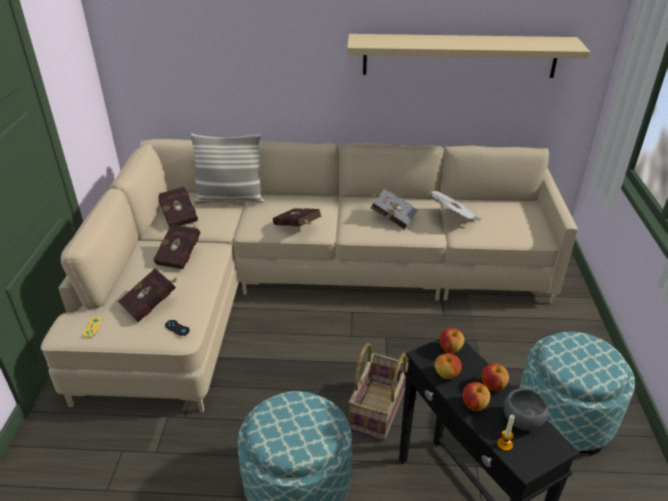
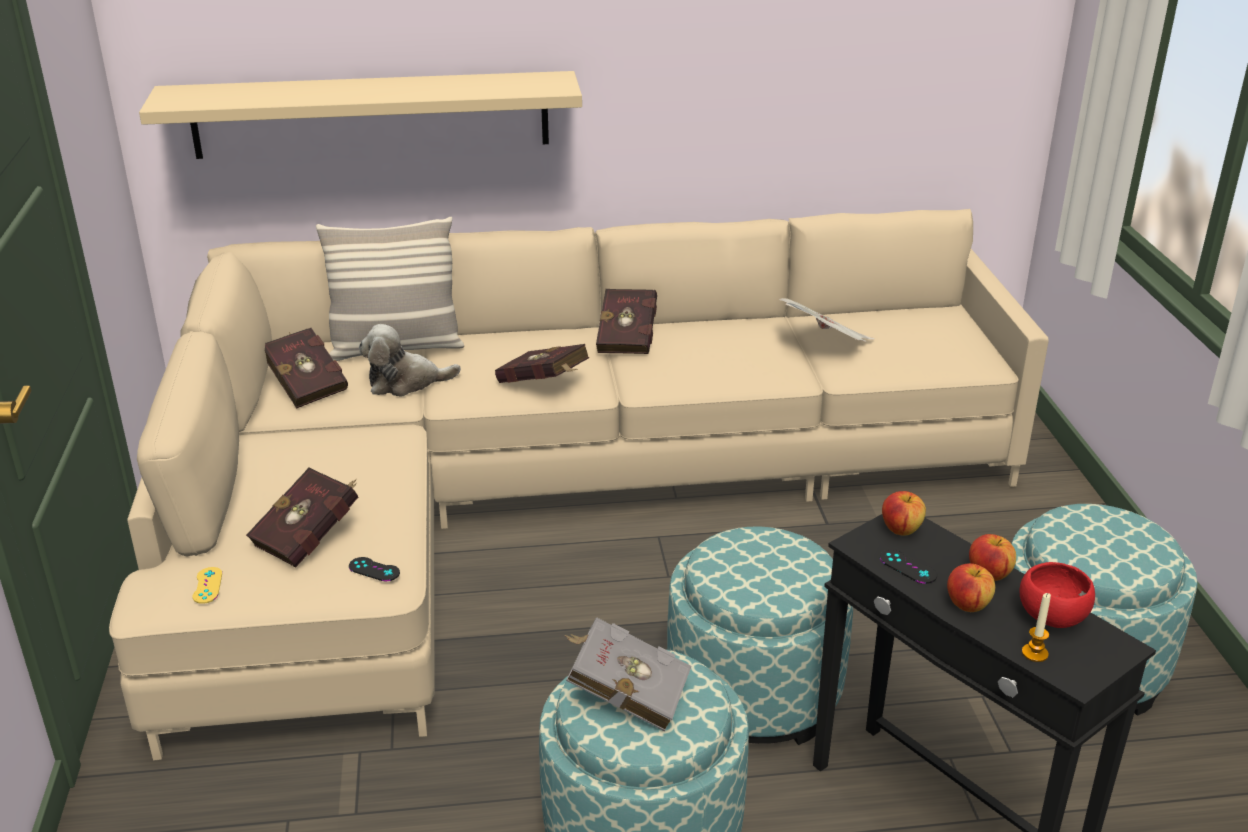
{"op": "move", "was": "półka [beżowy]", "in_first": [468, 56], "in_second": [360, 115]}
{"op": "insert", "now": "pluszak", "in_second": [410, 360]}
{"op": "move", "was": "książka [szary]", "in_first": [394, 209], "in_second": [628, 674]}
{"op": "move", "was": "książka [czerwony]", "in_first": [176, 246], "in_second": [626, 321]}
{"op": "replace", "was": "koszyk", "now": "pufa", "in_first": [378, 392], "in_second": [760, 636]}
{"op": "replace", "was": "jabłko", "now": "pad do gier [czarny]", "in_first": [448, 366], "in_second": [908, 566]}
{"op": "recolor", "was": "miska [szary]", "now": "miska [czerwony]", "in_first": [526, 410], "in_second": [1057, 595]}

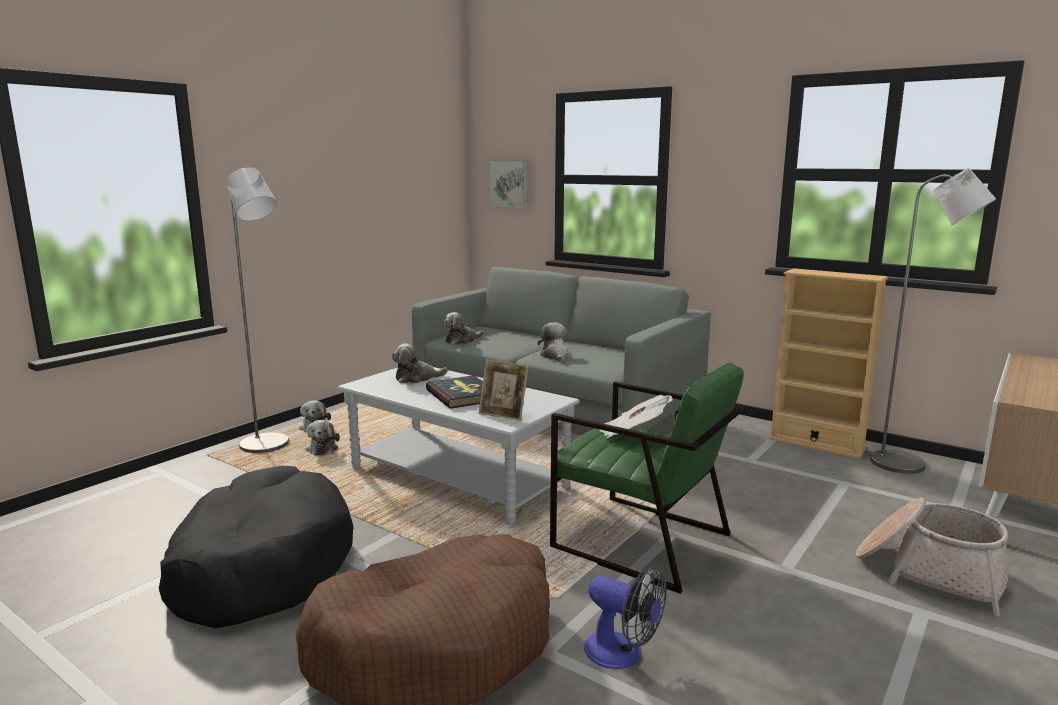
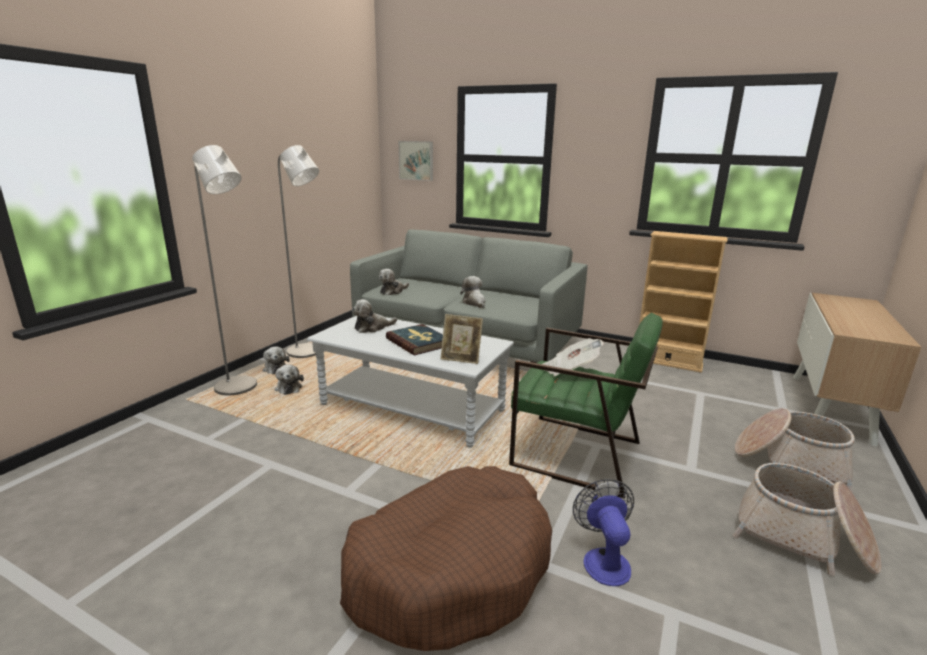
{"op": "move", "was": "lampa stojąca [szary]", "in_first": [933, 321], "in_second": [298, 251]}
{"op": "rotate", "was": "wentylator", "in_first": [625, 618], "in_second": [603, 532], "clockwise": -120}
{"op": "insert", "now": "koszyk", "in_second": [807, 519]}
{"op": "delete", "was": "legowisko [czarny]", "in_first": [256, 547]}

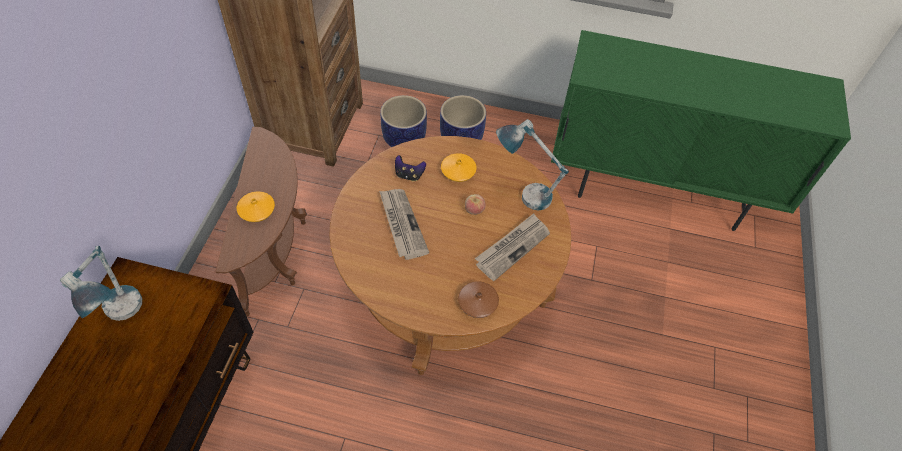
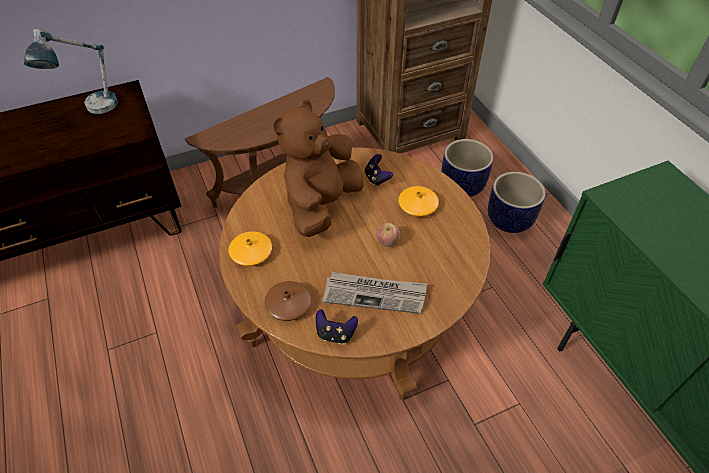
{"op": "move", "was": "wazon [pomarańczowy]", "in_first": [256, 206], "in_second": [250, 248]}
{"op": "replace", "was": "gazeta", "now": "pluszak [brązowy]", "in_first": [404, 224], "in_second": [319, 168]}
{"op": "insert", "now": "pad do gier", "in_second": [337, 326]}
{"op": "delete", "was": "lampa stołowa", "in_first": [532, 165]}

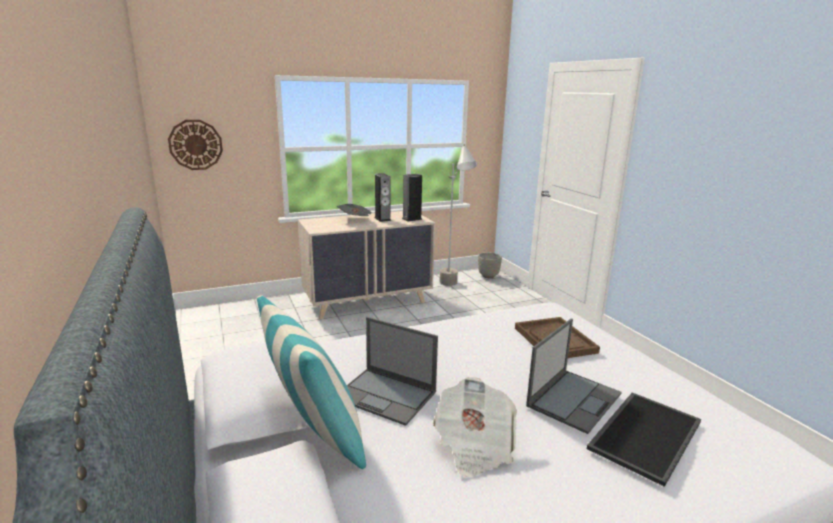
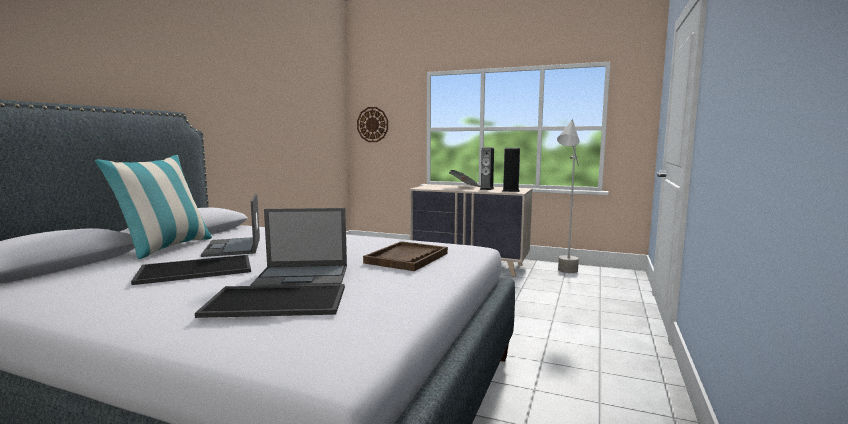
{"op": "replace", "was": "gazeta", "now": "taca", "in_first": [475, 427], "in_second": [191, 270]}
{"op": "delete", "was": "donica [szary]", "in_first": [490, 265]}

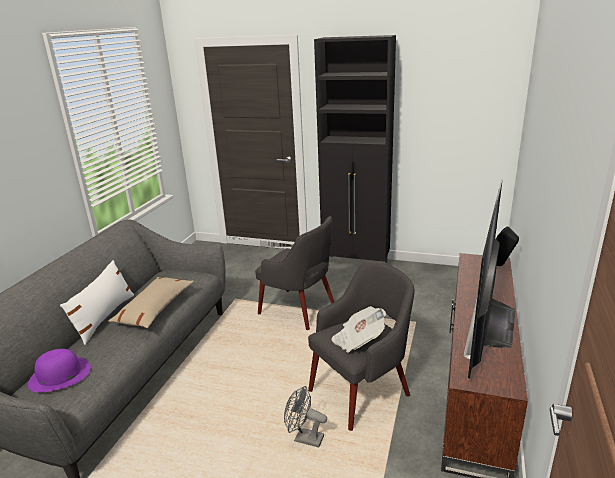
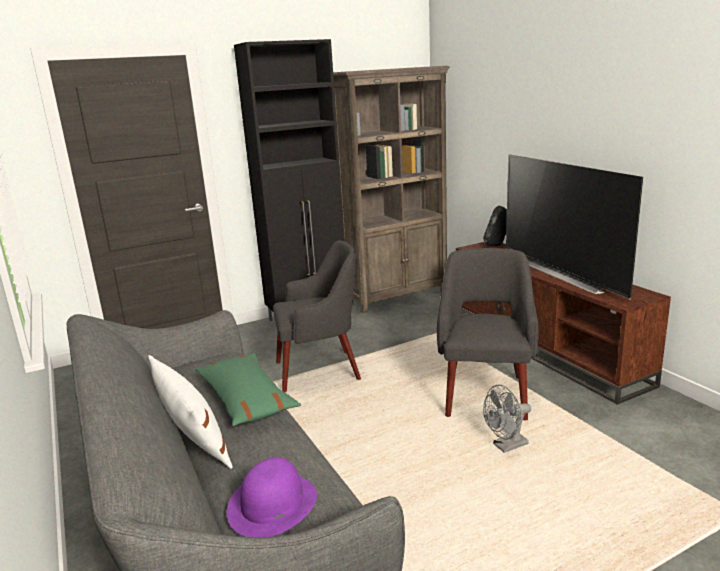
{"op": "recolor", "was": "poduszka [beżowy]", "now": "poduszka [zielony]", "in_first": [151, 302], "in_second": [248, 389]}
{"op": "insert", "now": "regał [brązowy]", "in_second": [391, 189]}
{"op": "delete", "was": "gazeta", "in_first": [359, 329]}

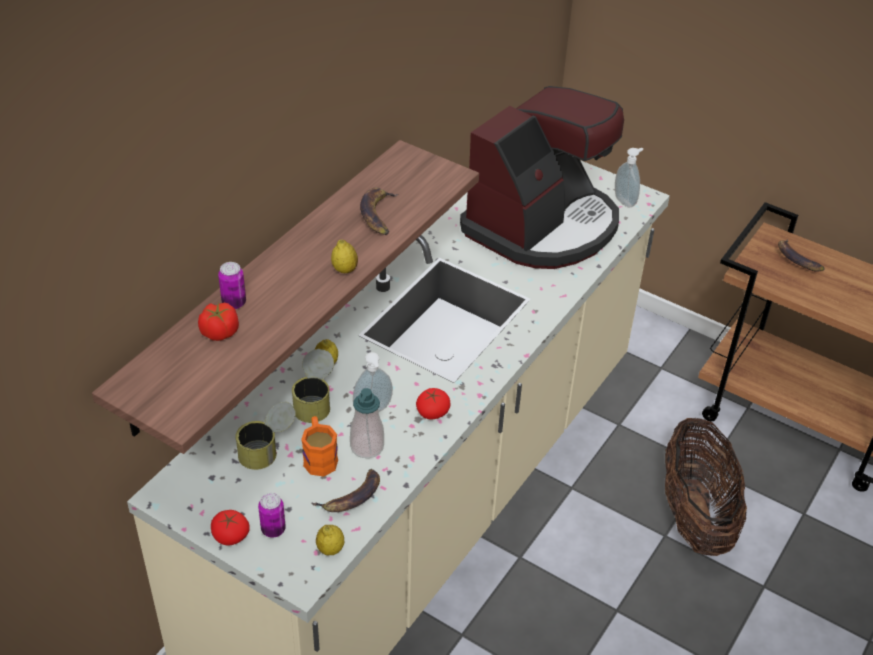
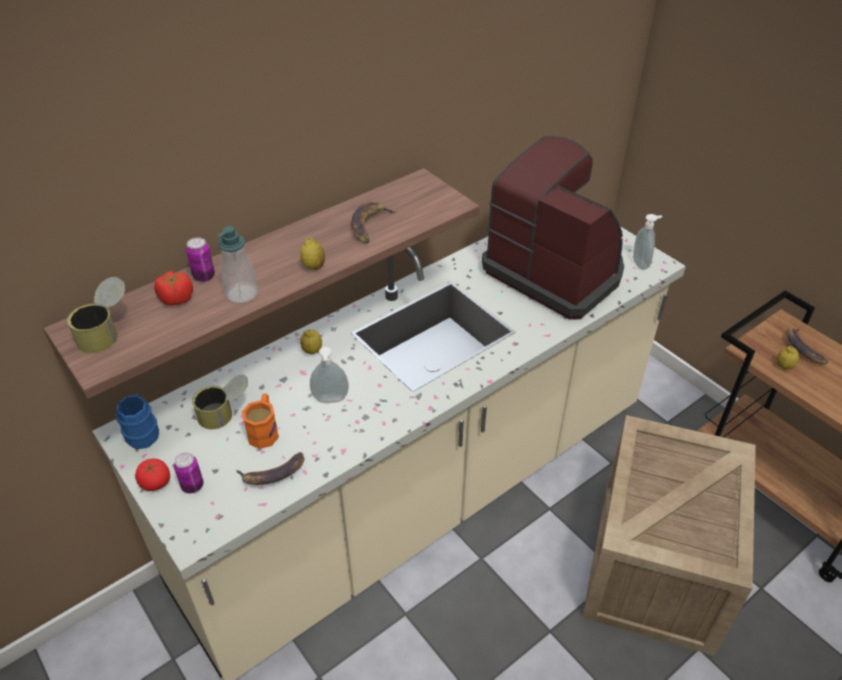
{"op": "move", "was": "puszka", "in_first": [313, 386], "in_second": [96, 315]}
{"op": "insert", "now": "kubek [niebieski]", "in_second": [137, 421]}
{"op": "move", "was": "dozownik mydła", "in_first": [367, 423], "in_second": [237, 264]}
{"op": "rotate", "was": "ekspres do kawy", "in_first": [542, 177], "in_second": [553, 228], "clockwise": -105}
{"op": "replace", "was": "koszyk", "now": "skrzynka", "in_first": [706, 487], "in_second": [669, 535]}
{"op": "move", "was": "cytryna", "in_first": [330, 540], "in_second": [788, 357]}
{"op": "delete", "was": "pomidor", "in_first": [433, 404]}

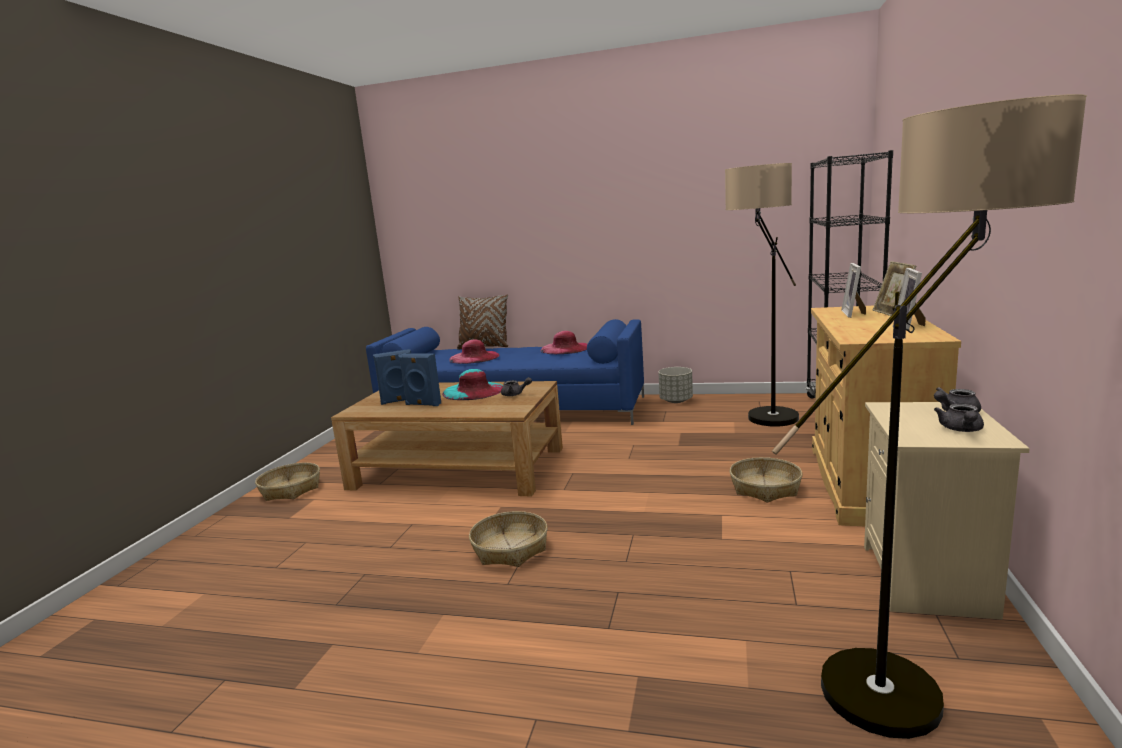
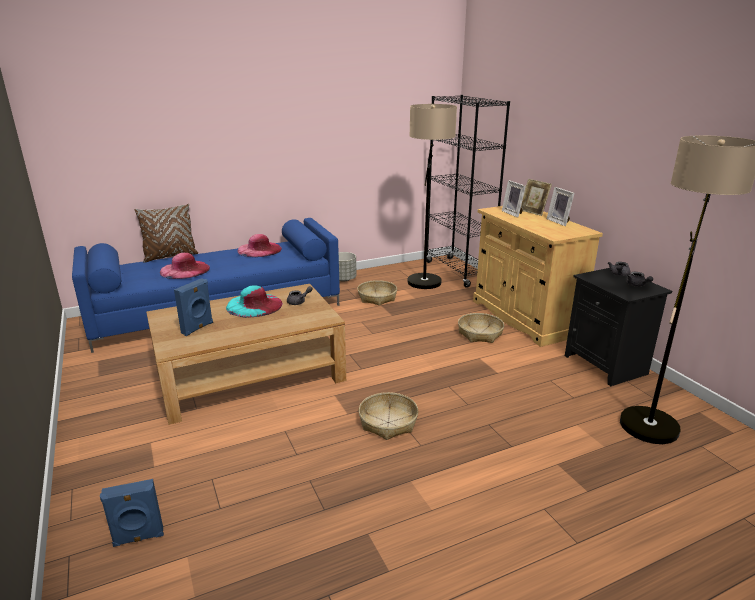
{"op": "move", "was": "głośnik [niebieski]", "in_first": [419, 379], "in_second": [132, 513]}
{"op": "move", "was": "koszyk", "in_first": [287, 482], "in_second": [377, 293]}
{"op": "recolor", "was": "szafka nocna [beżowy]", "now": "szafka nocna [czarny]", "in_first": [947, 511], "in_second": [618, 327]}

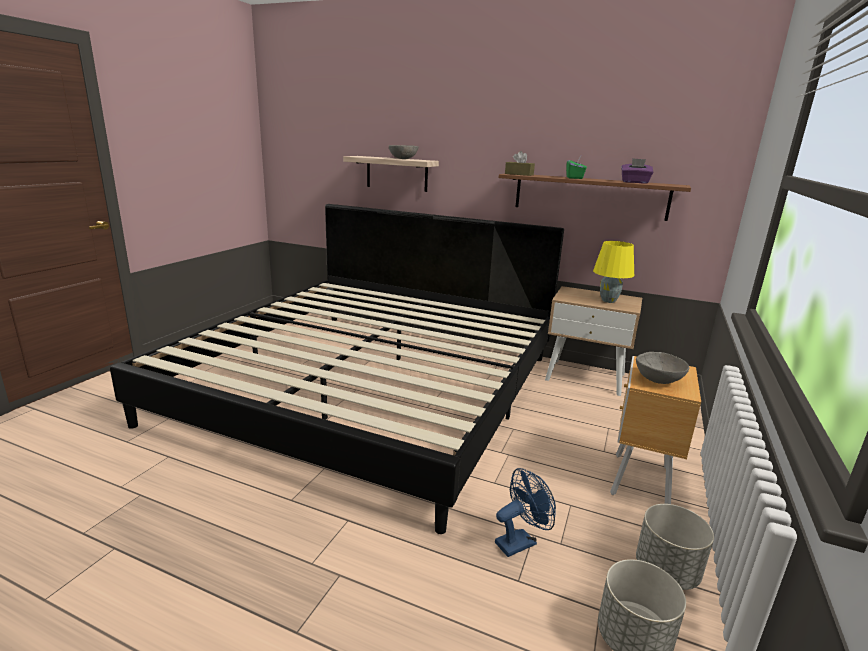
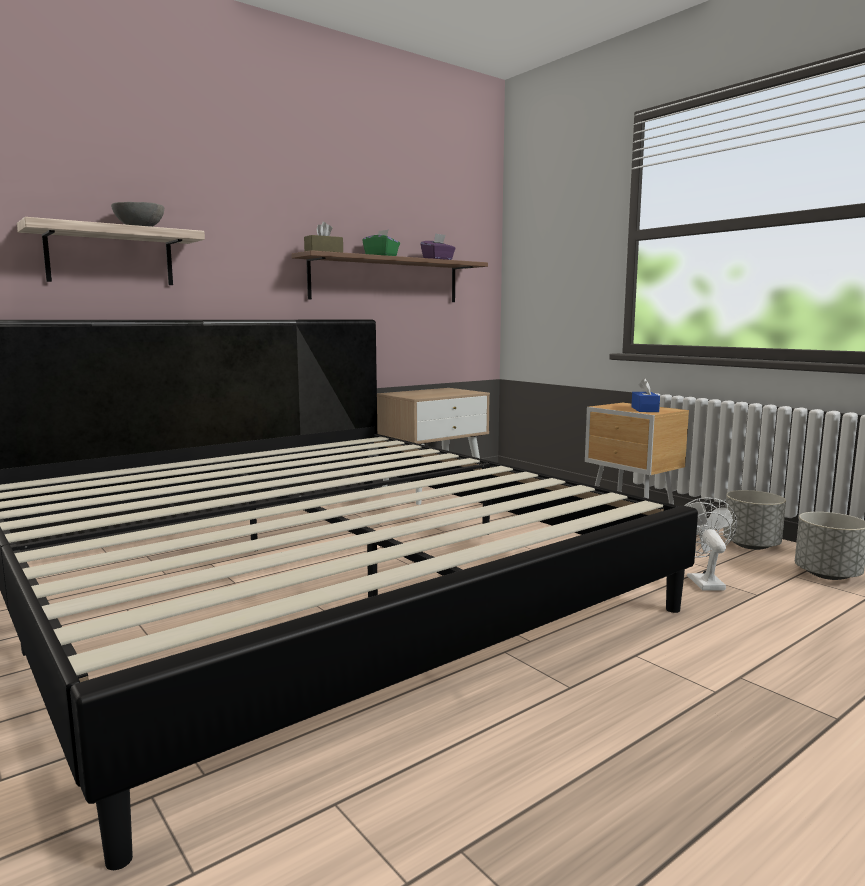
{"op": "replace", "was": "miska [szary]", "now": "pudełko chusteczek [niebieski]", "in_first": [662, 368], "in_second": [645, 395]}
{"op": "recolor", "was": "wentylator [niebieski]", "now": "wentylator [biały]", "in_first": [525, 512], "in_second": [710, 544]}
{"op": "delete", "was": "lampa stołowa [żółty]", "in_first": [613, 272]}

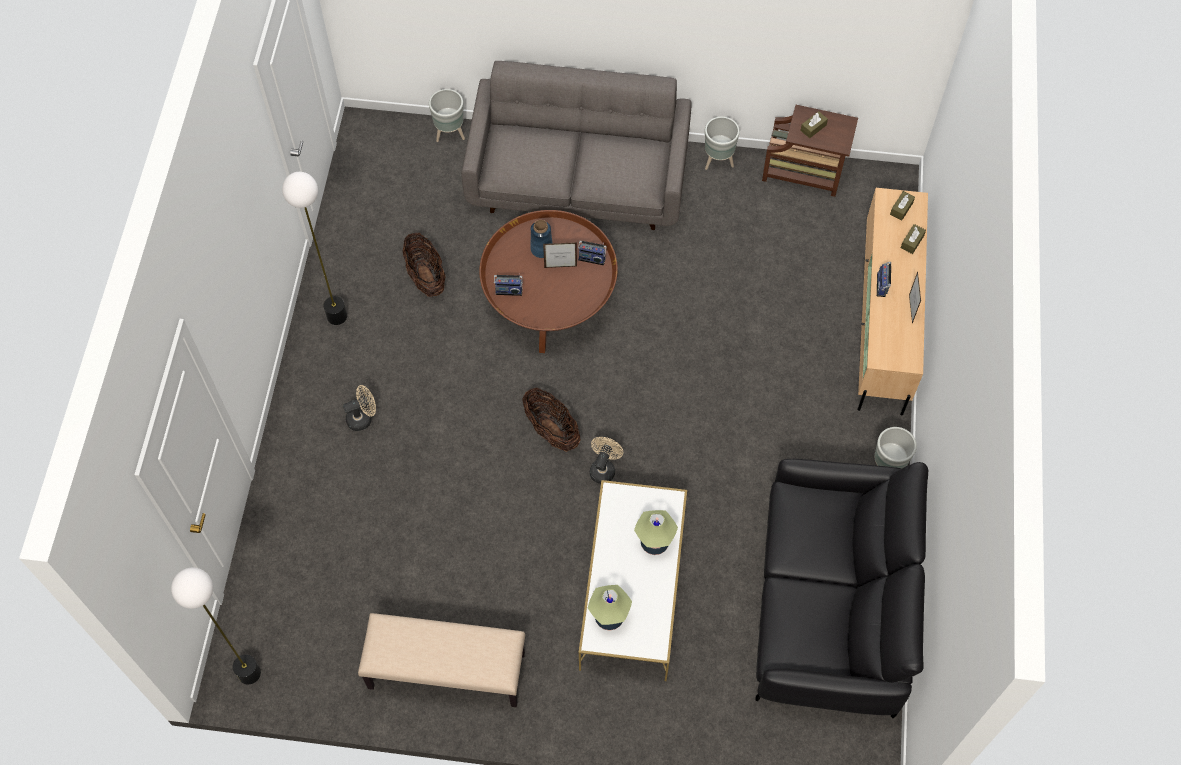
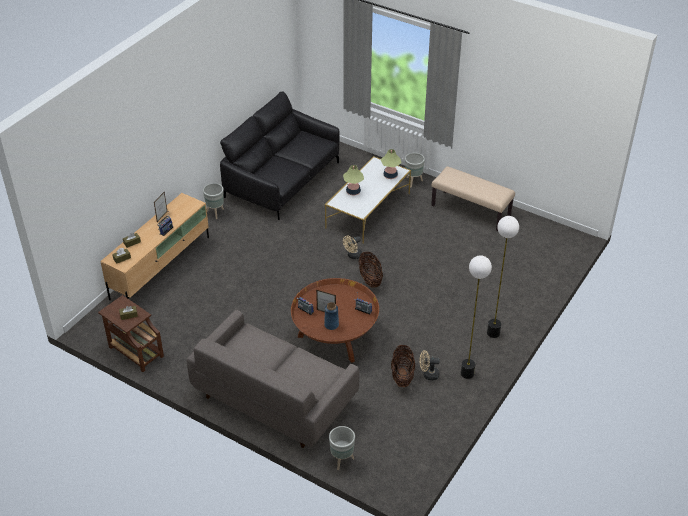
{"op": "move", "was": "donica [szary]", "in_first": [722, 143], "in_second": [415, 170]}
{"op": "move", "was": "wentylator [beżowy]", "in_first": [359, 408], "in_second": [429, 365]}
{"op": "move", "was": "lampa stojąca", "in_first": [216, 626], "in_second": [503, 277]}

